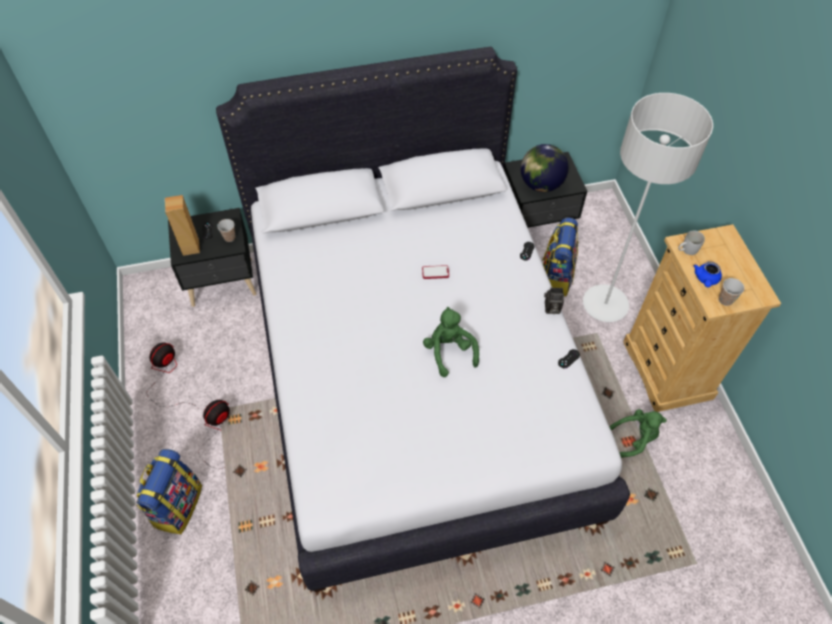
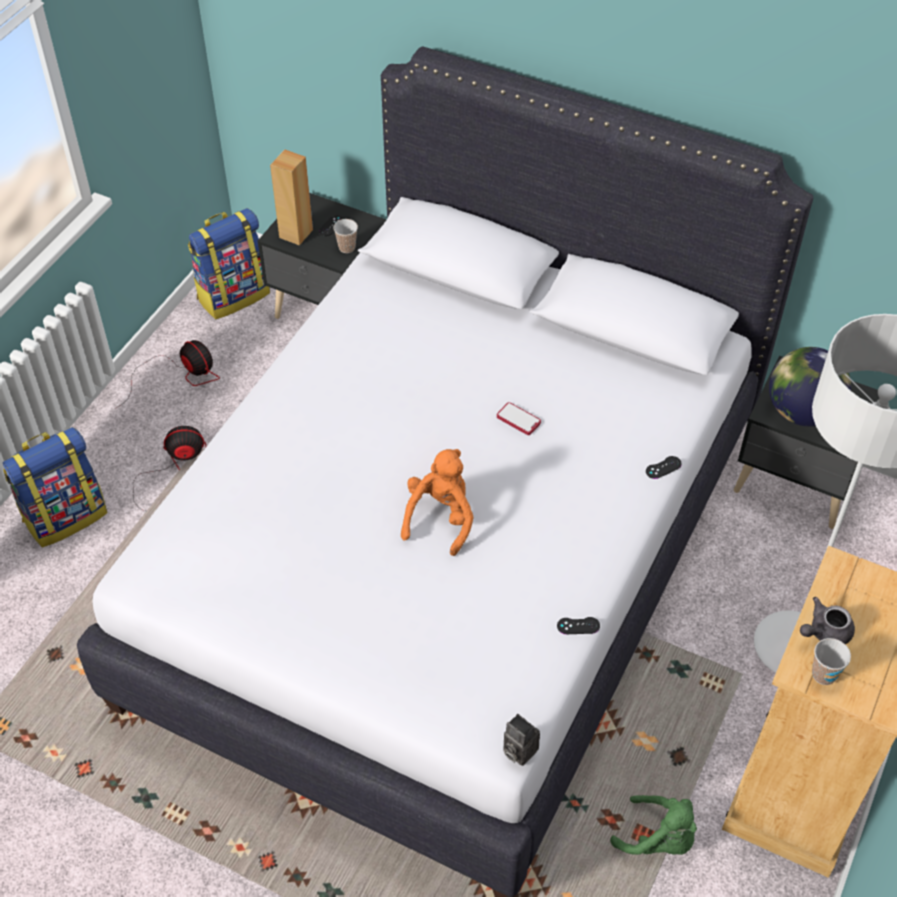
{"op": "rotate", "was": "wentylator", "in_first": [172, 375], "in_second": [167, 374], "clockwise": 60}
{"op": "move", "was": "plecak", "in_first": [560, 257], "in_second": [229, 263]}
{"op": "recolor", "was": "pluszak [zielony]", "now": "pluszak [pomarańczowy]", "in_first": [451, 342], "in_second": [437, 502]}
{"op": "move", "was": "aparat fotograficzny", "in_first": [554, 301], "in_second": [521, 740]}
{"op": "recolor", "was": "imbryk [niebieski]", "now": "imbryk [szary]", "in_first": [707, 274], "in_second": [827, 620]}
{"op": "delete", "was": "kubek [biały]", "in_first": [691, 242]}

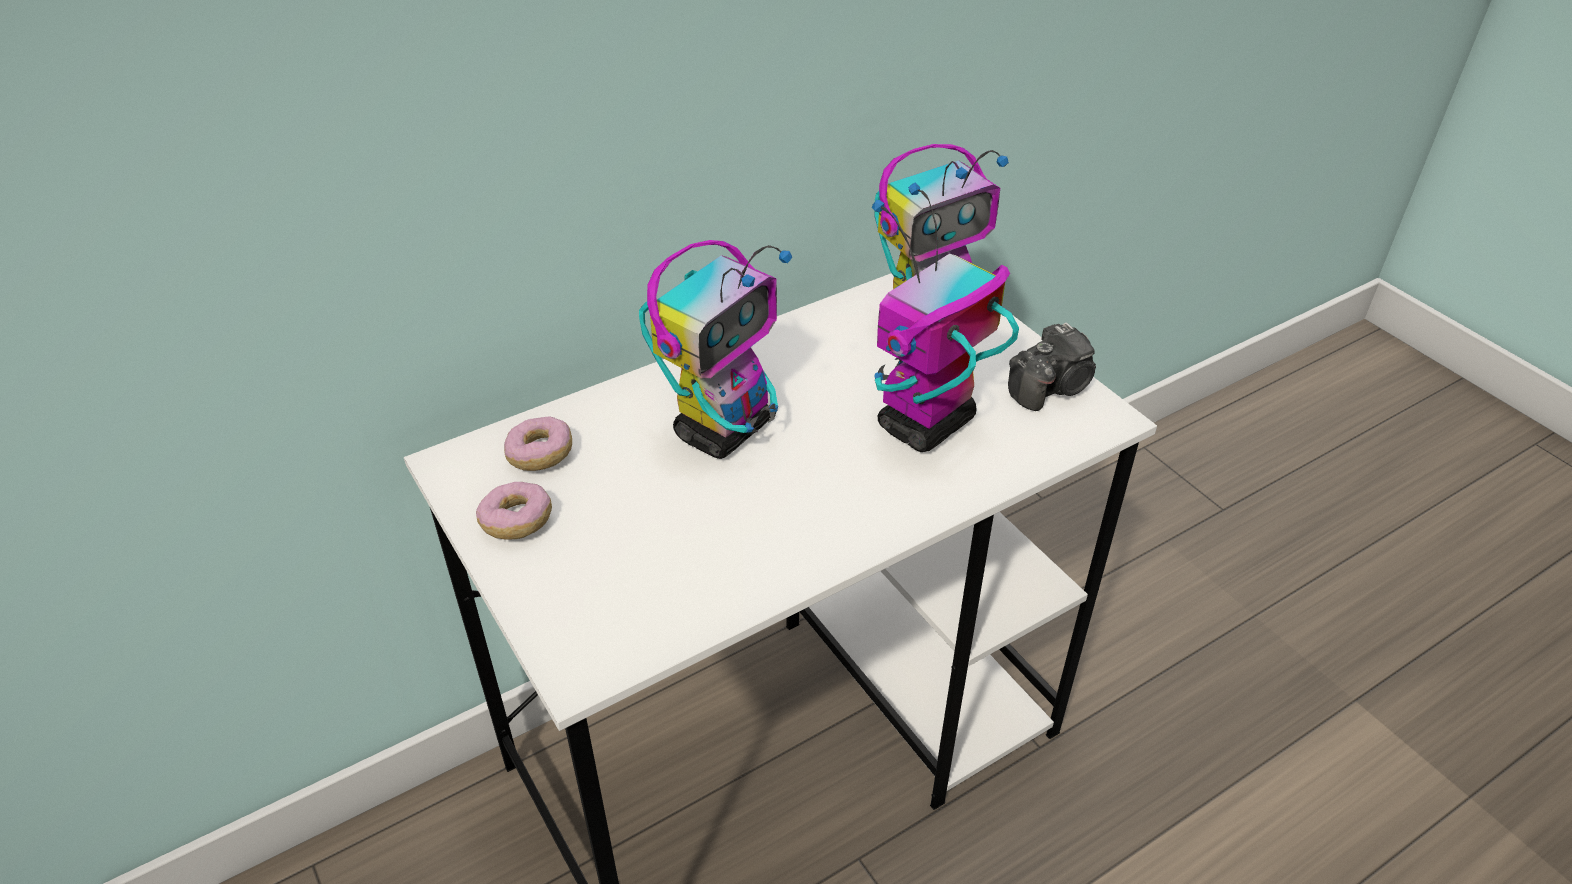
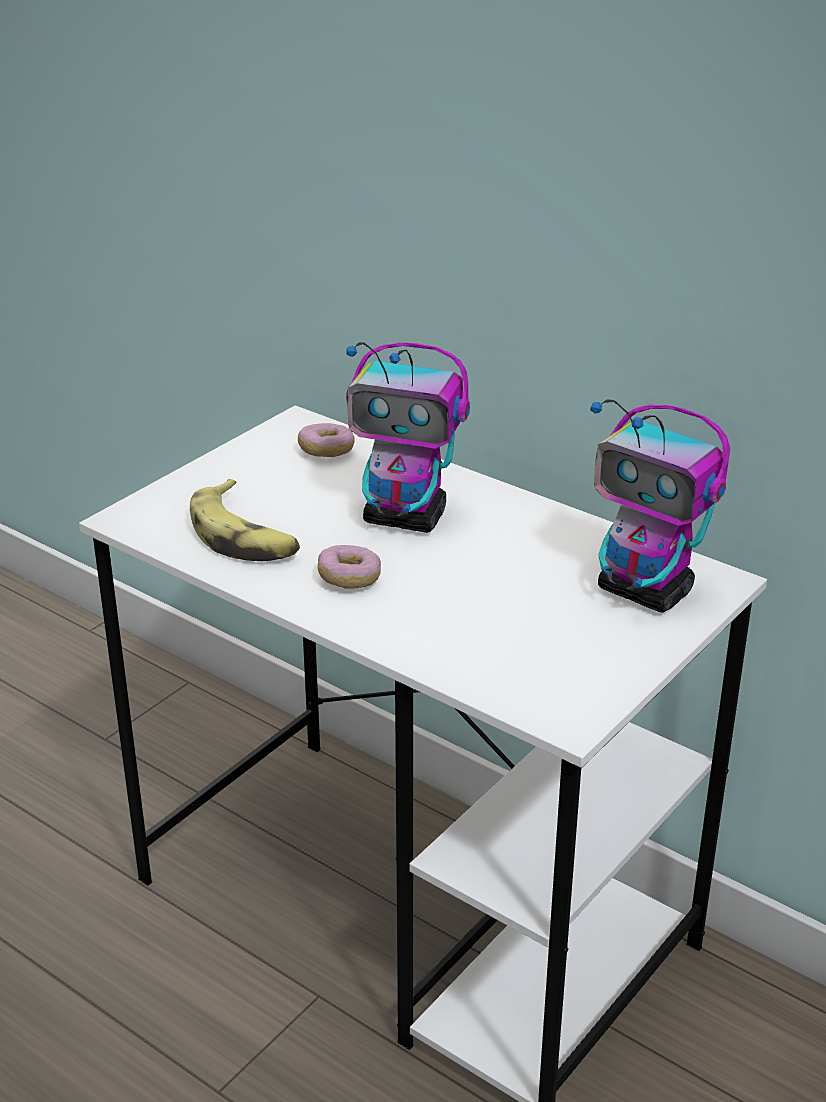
{"op": "insert", "now": "banan", "in_second": [245, 520]}
{"op": "move", "was": "donut", "in_first": [514, 511], "in_second": [349, 567]}
{"op": "delete", "was": "robot zabawkowy", "in_first": [945, 317]}
{"op": "delete", "was": "aparat fotograficzny", "in_first": [1052, 366]}

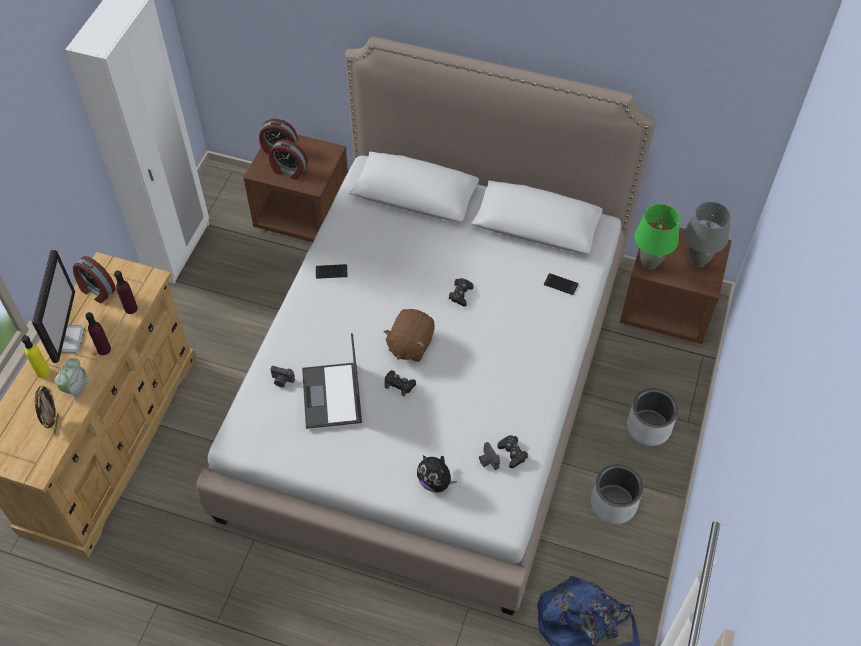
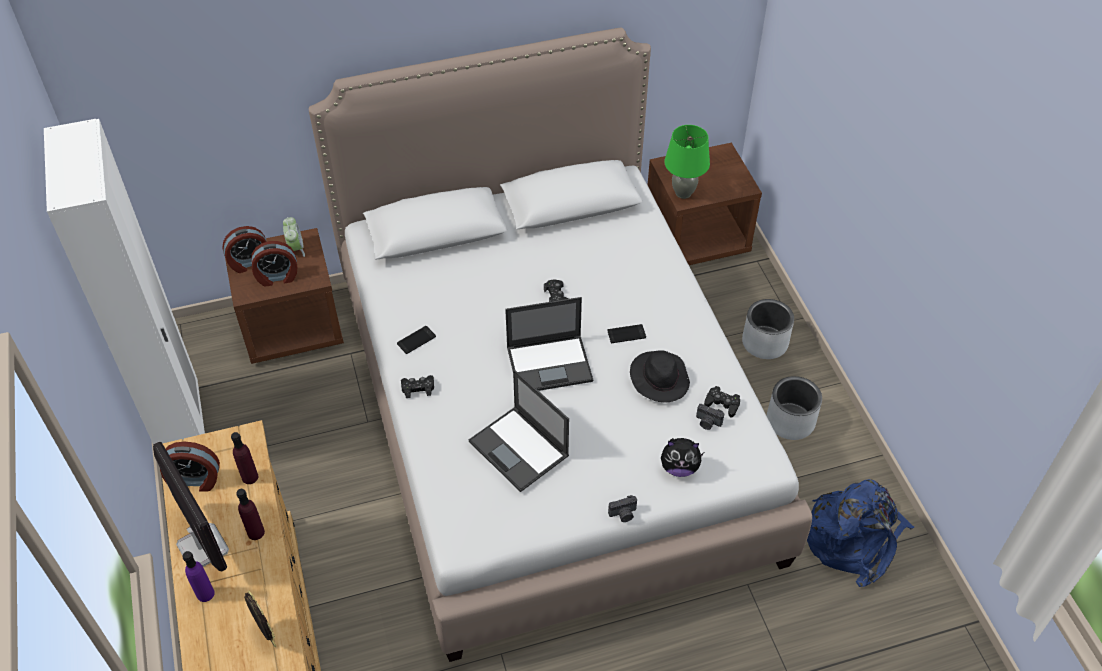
{"op": "recolor", "was": "butelka [żółty]", "now": "butelka [fioletowy]", "in_first": [36, 356], "in_second": [198, 576]}
{"op": "move", "was": "budzik", "in_first": [72, 380], "in_second": [294, 237]}
{"op": "move", "was": "pad do gier [czarny]", "in_first": [400, 383], "in_second": [417, 386]}
{"op": "replace", "was": "pluszak [brązowy]", "now": "laptop", "in_first": [409, 335], "in_second": [549, 344]}
{"op": "move", "was": "telefon", "in_first": [561, 284], "in_second": [626, 333]}
{"op": "move", "was": "aparat fotograficzny", "in_first": [282, 376], "in_second": [622, 508]}
{"op": "insert", "now": "kapelusz [czarny]", "in_second": [660, 376]}
{"op": "delete", "was": "lampa stołowa [szary]", "in_first": [707, 234]}

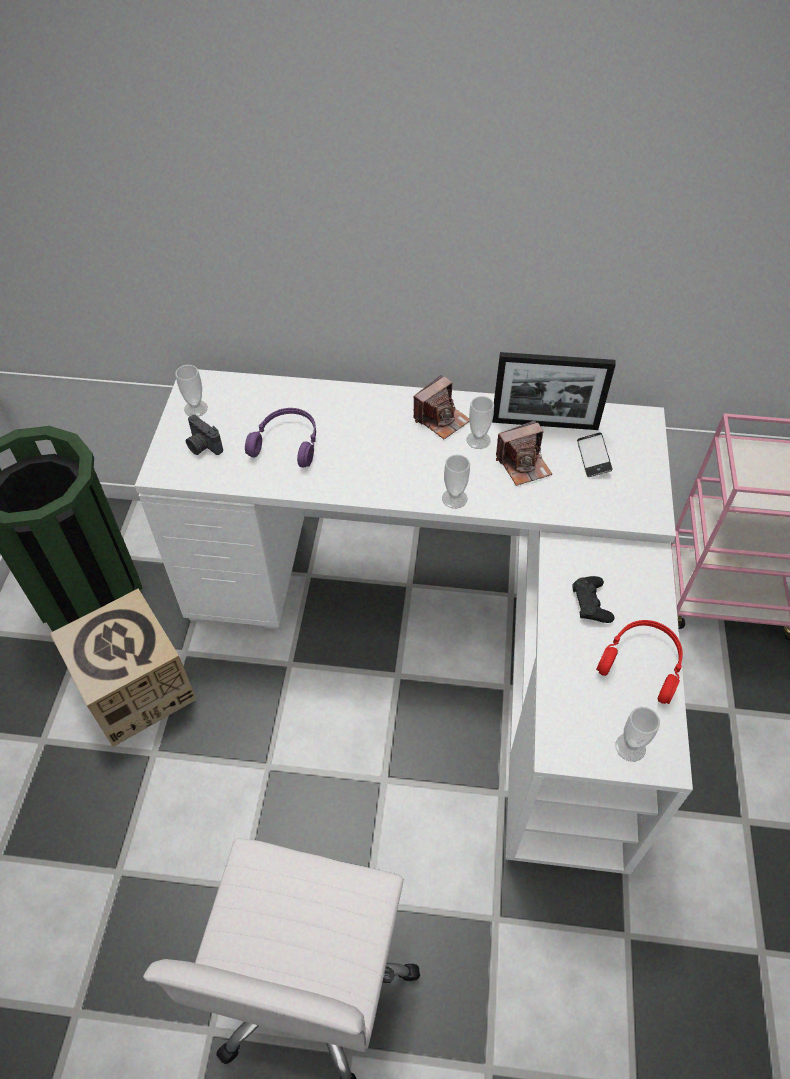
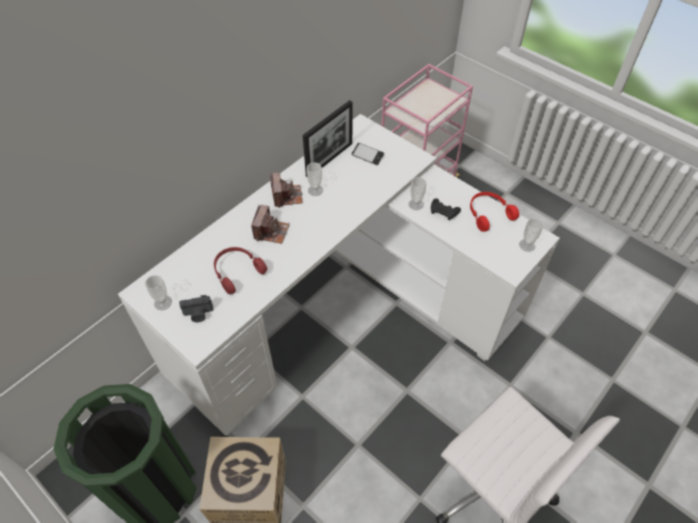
{"op": "recolor", "was": "słuchawki [fioletowy]", "now": "słuchawki [czerwony]", "in_first": [280, 437], "in_second": [241, 270]}
{"op": "move", "was": "aparat fotograficzny", "in_first": [524, 453], "in_second": [270, 224]}
{"op": "move", "was": "filiżanka", "in_first": [456, 481], "in_second": [417, 193]}

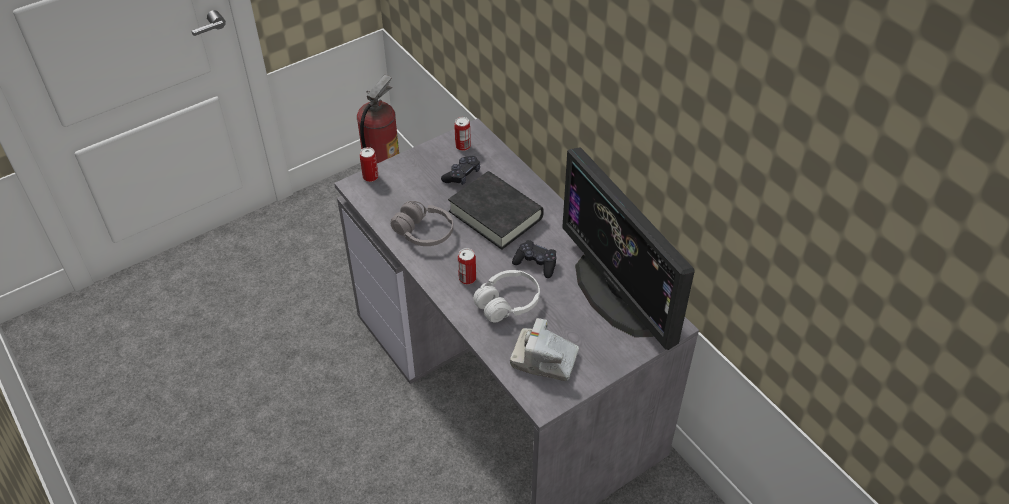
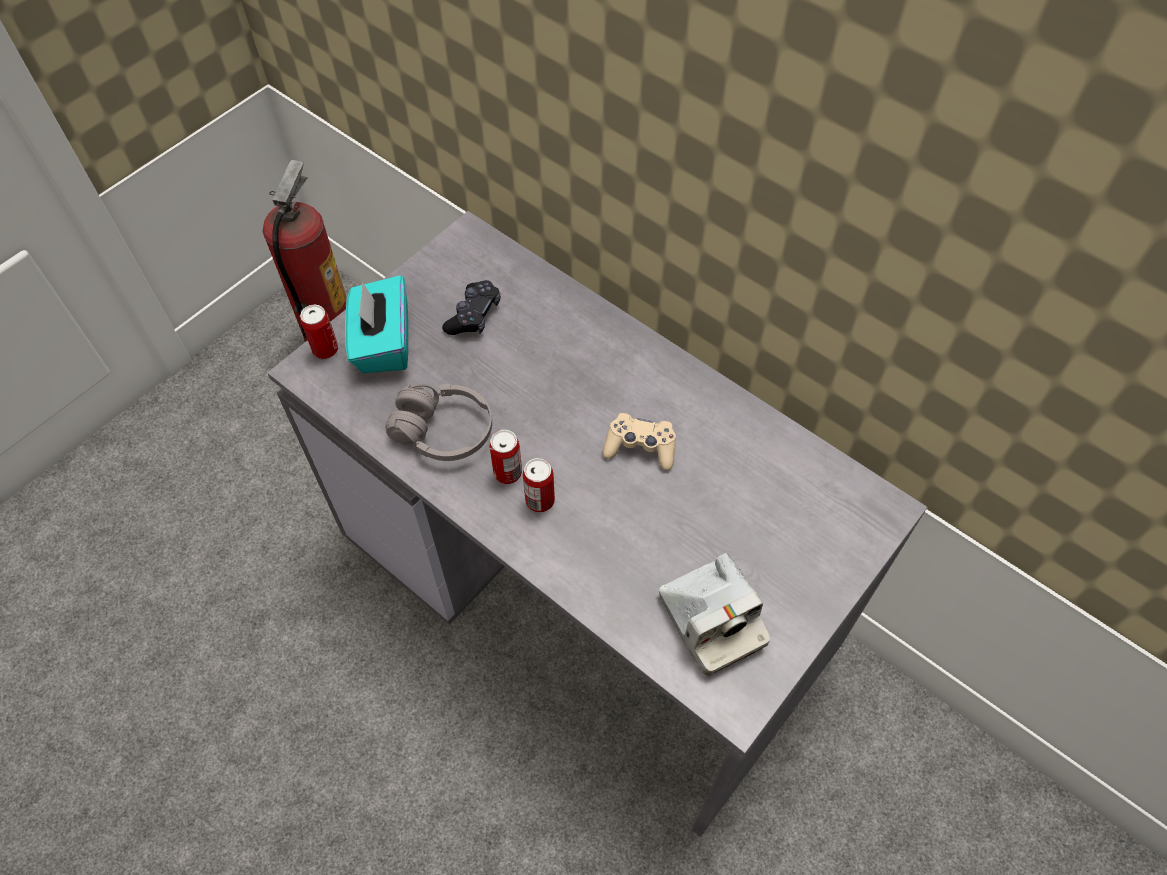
{"op": "insert", "now": "pudełko chusteczek [turkusowy]", "in_second": [376, 324]}
{"op": "move", "was": "puszka", "in_first": [462, 134], "in_second": [506, 457]}
{"op": "recolor", "was": "pad do gier [czarny]", "now": "pad do gier [beżowy]", "in_first": [534, 259], "in_second": [639, 441]}
{"op": "rotate", "was": "aparat fotograficzny", "in_first": [544, 349], "in_second": [714, 614], "clockwise": -120}
{"op": "delete", "was": "książka [czarny]", "in_first": [496, 210]}
{"op": "delete", "was": "słuchawki [biały]", "in_first": [506, 296]}
{"op": "delete", "was": "monitor", "in_first": [628, 248]}

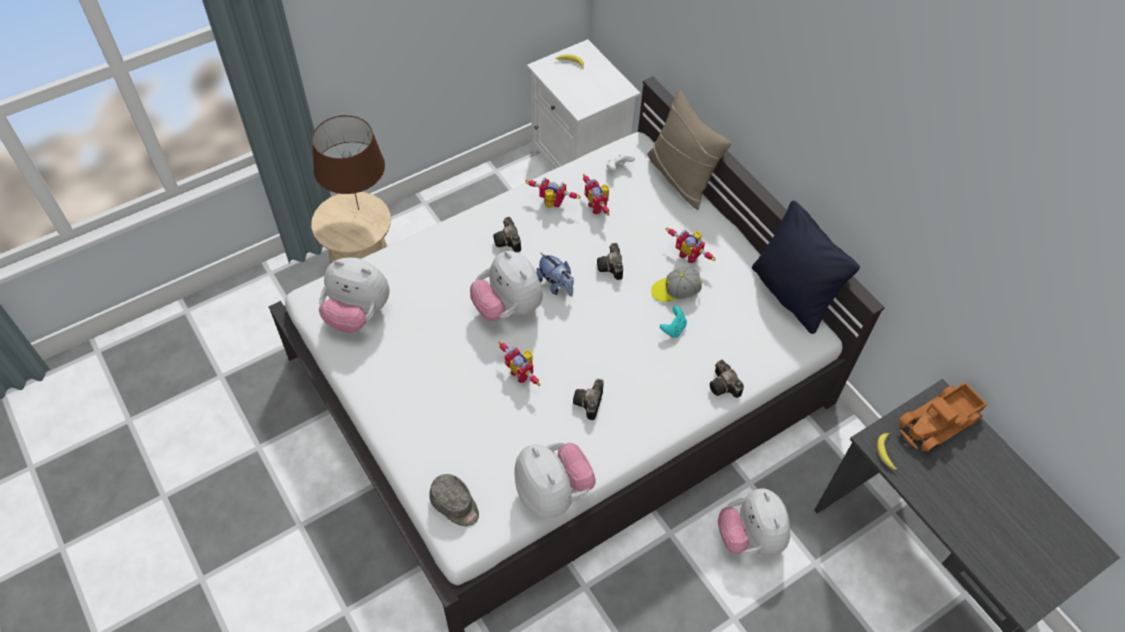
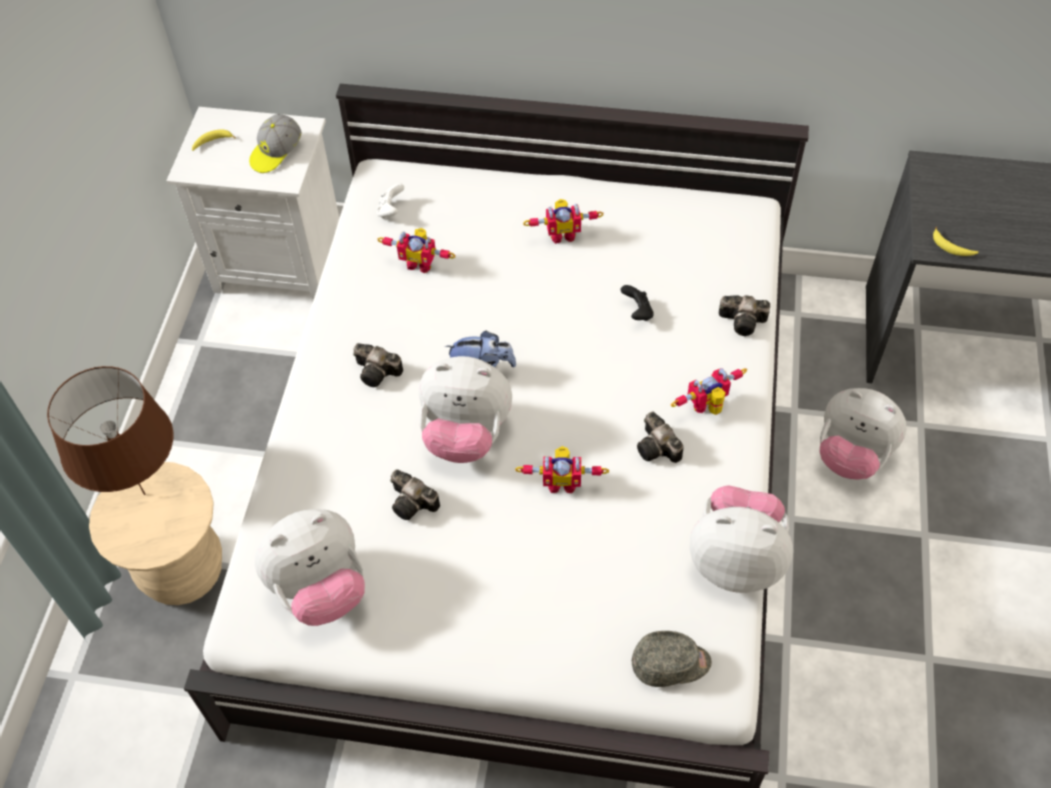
{"op": "move", "was": "czapka z daszkiem", "in_first": [676, 284], "in_second": [275, 143]}
{"op": "move", "was": "aparat fotograficzny", "in_first": [610, 261], "in_second": [415, 494]}
{"op": "recolor", "was": "pad do gier [turkusowy]", "now": "pad do gier [czarny]", "in_first": [673, 322], "in_second": [637, 303]}
{"op": "move", "was": "robot zabawkowy", "in_first": [553, 192], "in_second": [709, 391]}
{"op": "delete", "was": "poduszka [beżowy]", "in_first": [689, 150]}
{"op": "delete", "was": "poduszka [czarny]", "in_first": [806, 267]}
{"op": "delete", "was": "ciężarówka zabawkowa", "in_first": [942, 417]}

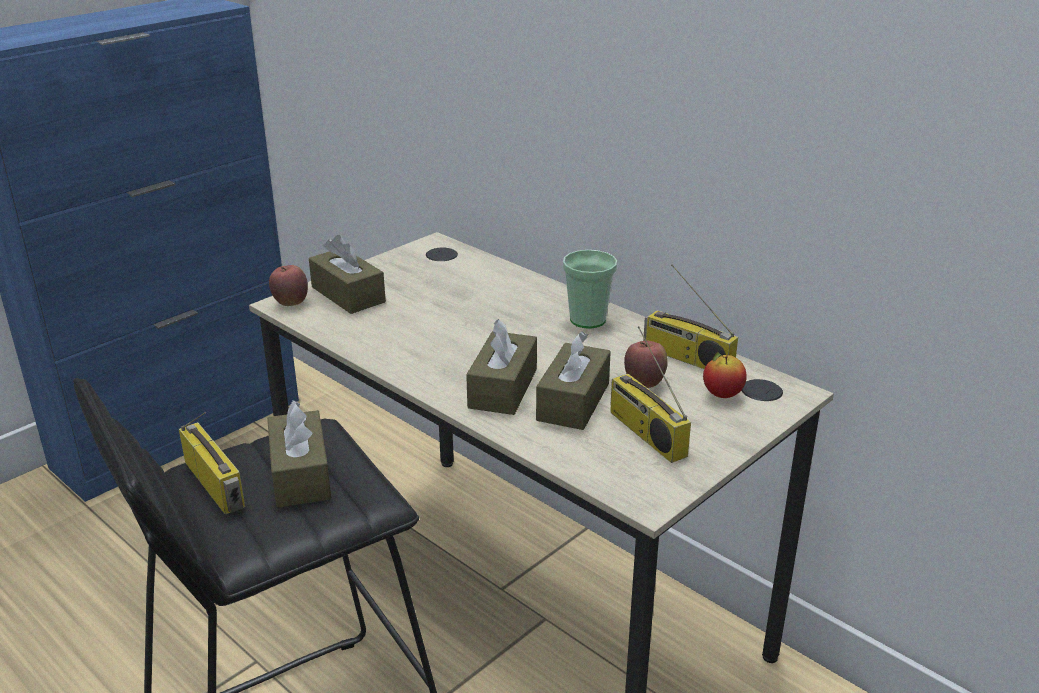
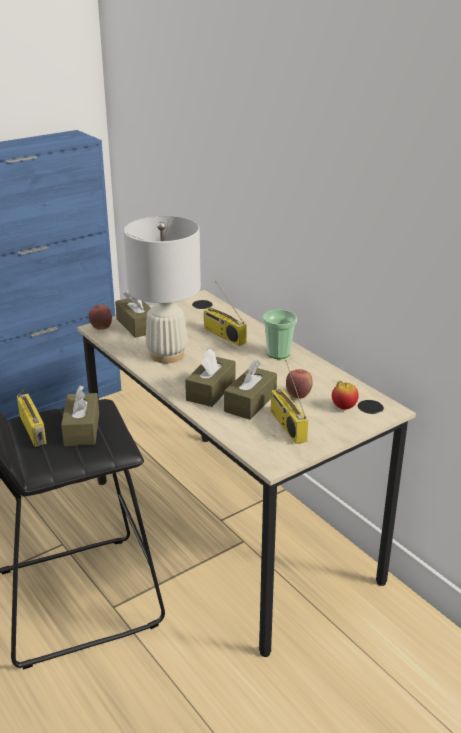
{"op": "insert", "now": "lampa stołowa [biały]", "in_second": [162, 289]}
{"op": "move", "was": "radio", "in_first": [690, 316], "in_second": [225, 313]}

